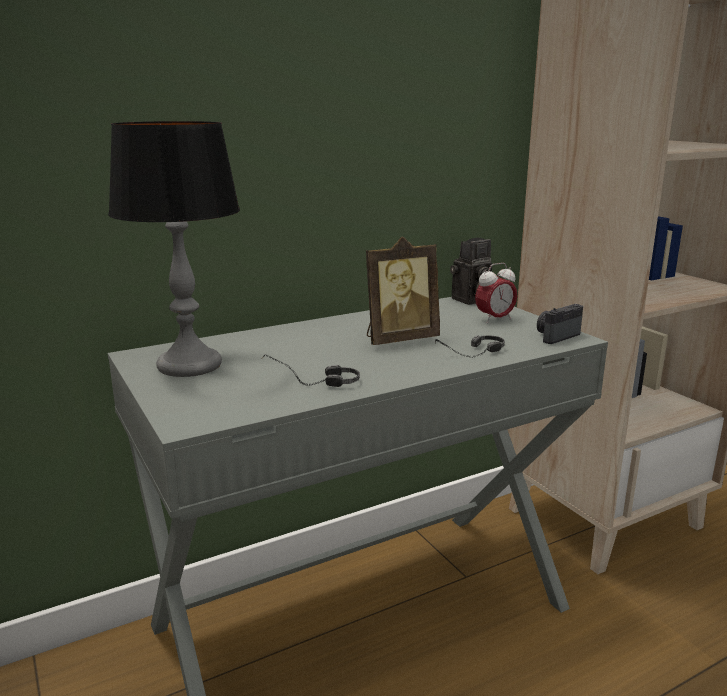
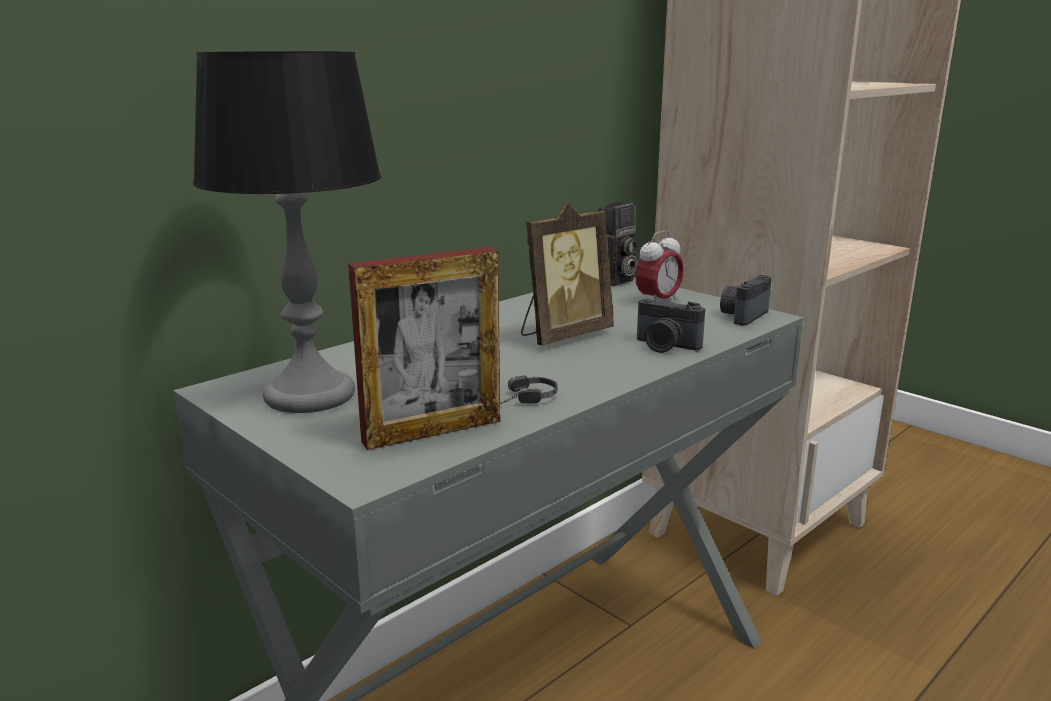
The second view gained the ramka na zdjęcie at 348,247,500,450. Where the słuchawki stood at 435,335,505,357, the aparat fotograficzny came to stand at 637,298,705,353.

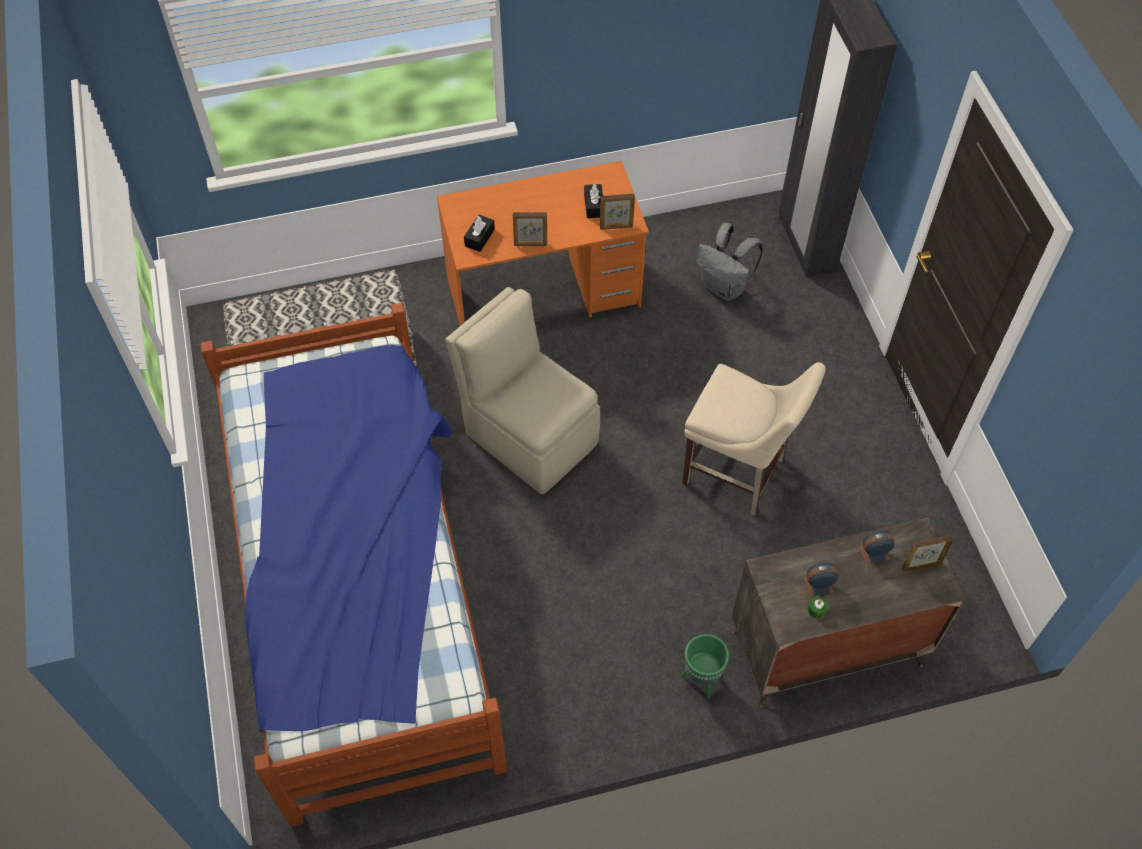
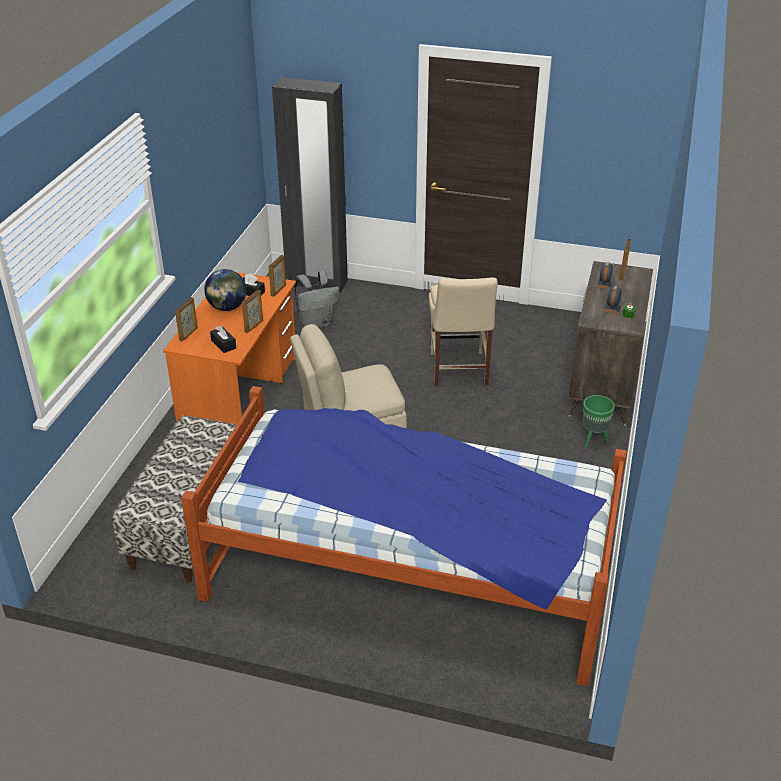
The second view gained the ramka na zdjęcie at 175,297,198,341. The second view gained the globus at 204,269,247,311. The krzesło [beżowy] at 682,362,826,515 ended up facing another way, 120 degrees clockwise from before.

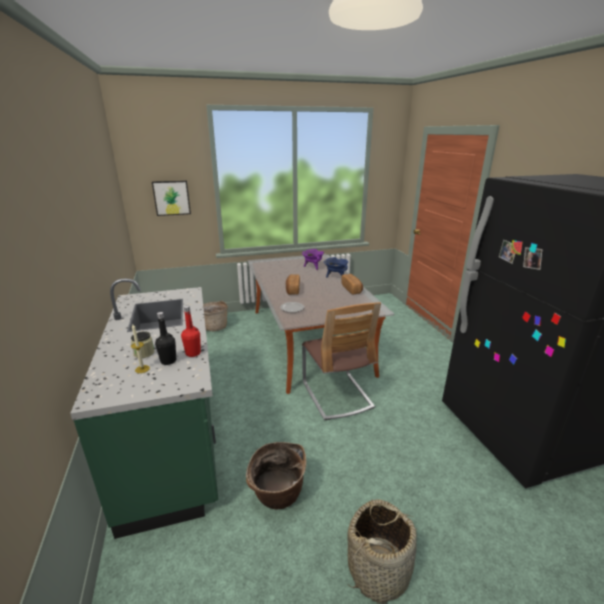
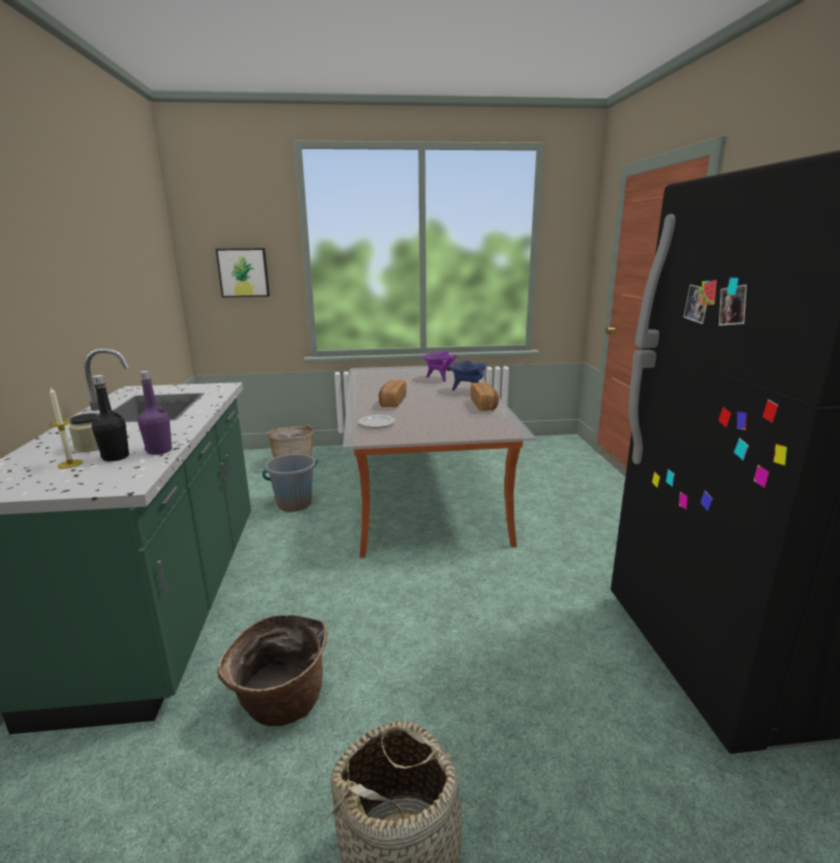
What was the butelka [czerwony] at 181,305,201,357 turned into the butelka [fioletowy] at 137,371,172,455. The second view gained the wiadro [szary] at 262,454,318,512. The second view lost the krzesło at 302,302,381,420.

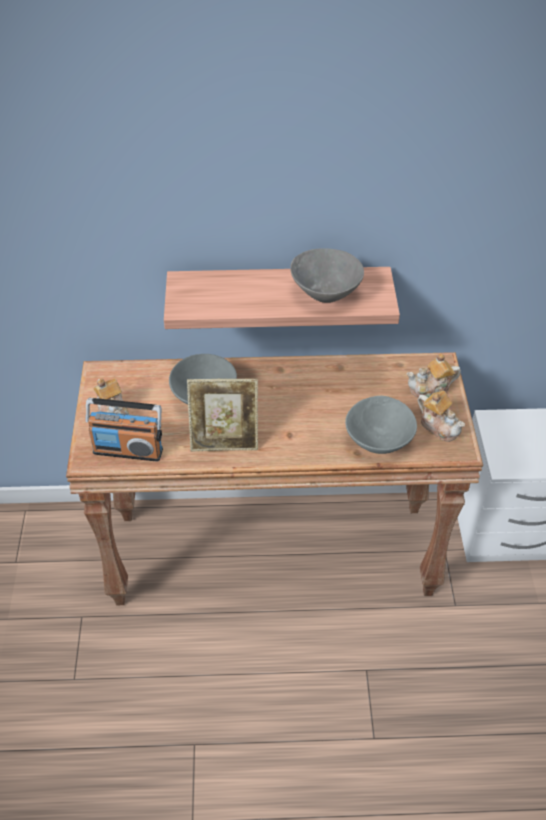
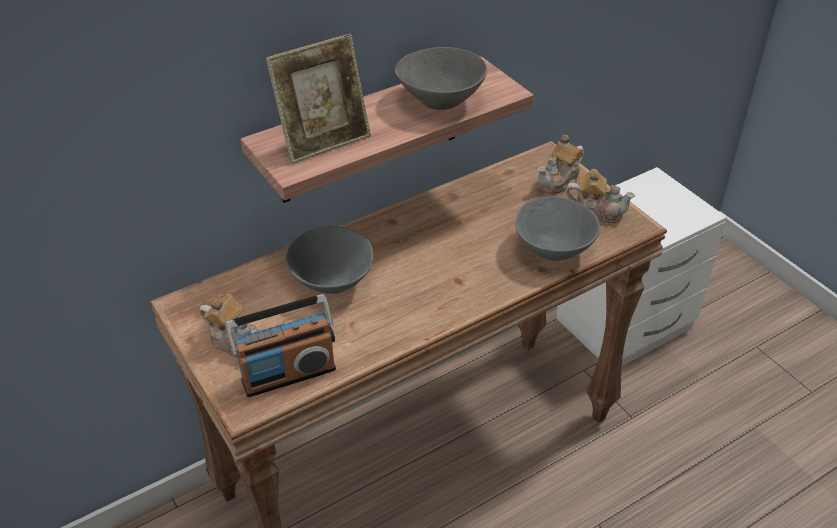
The ramka na zdjęcie ended up elsewhere, having gone from 187,379,258,451 to 266,34,371,164.

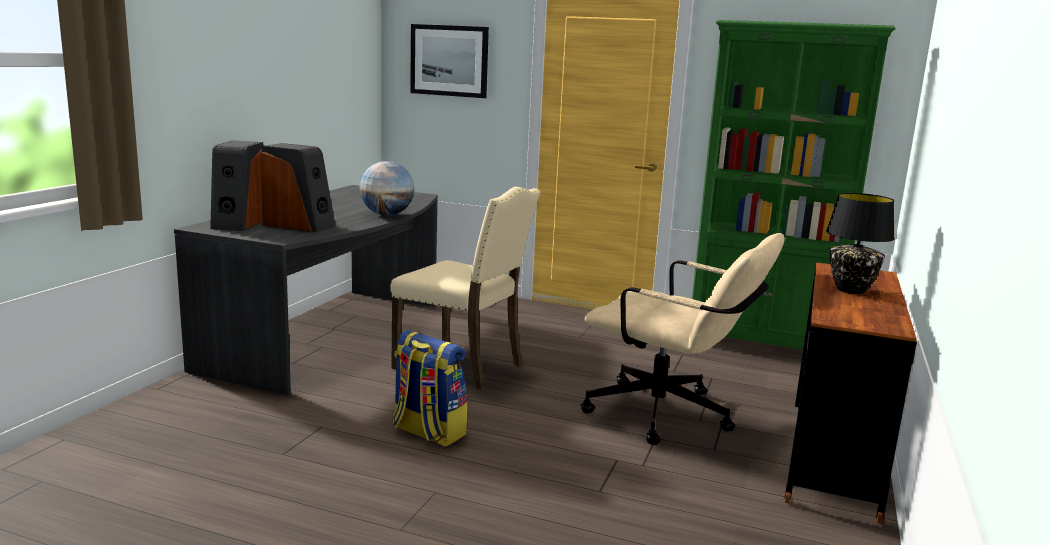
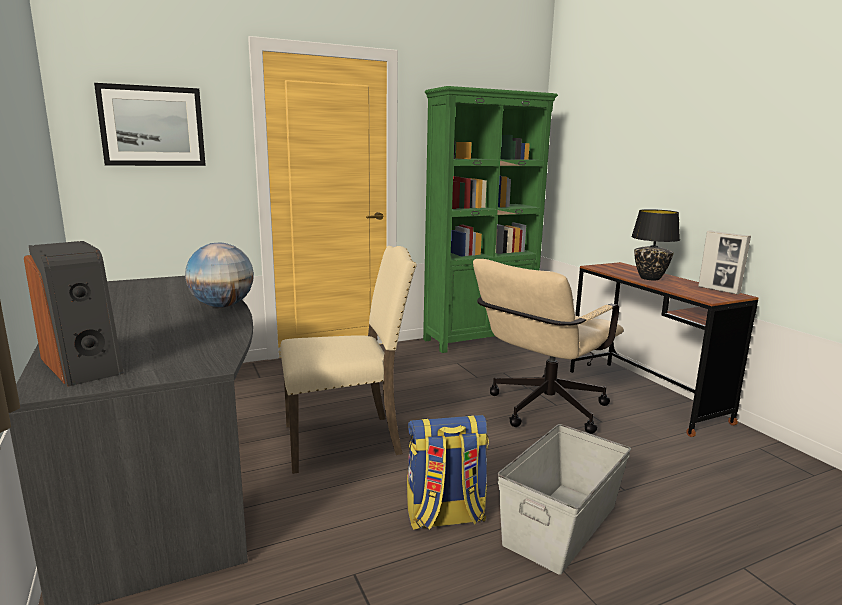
The krzesło biurowe [beżowy] at 581,233,784,445 ended up facing another way, 150 degrees clockwise from before. The second view gained the pojemnik do przechowywania [szary] at 498,424,631,575. The second view gained the ramka na zdjęcie at 698,230,751,295. The second view lost the głośnik at 260,143,335,232.

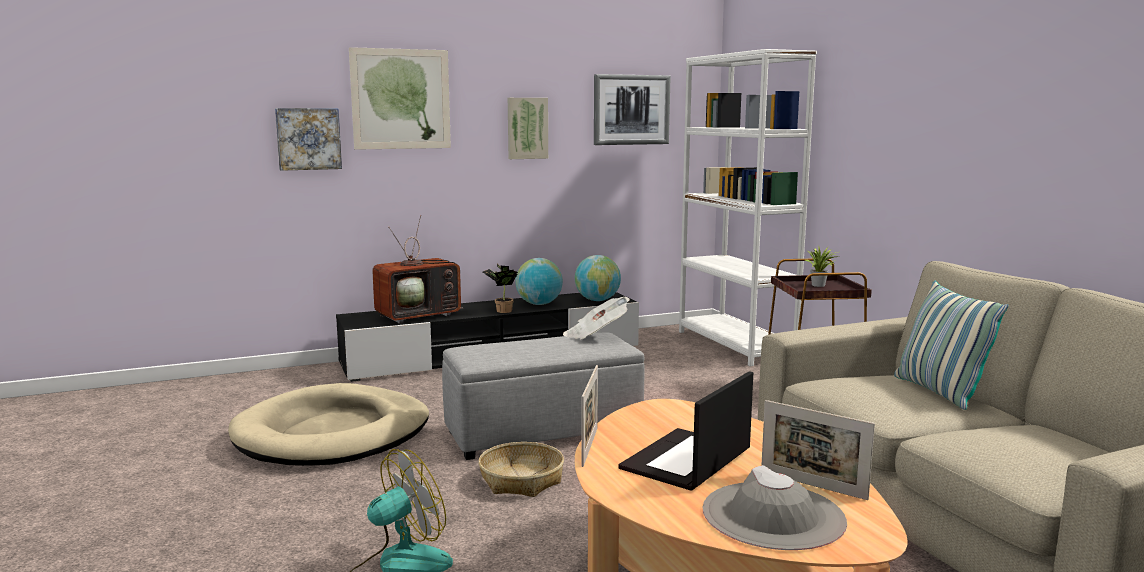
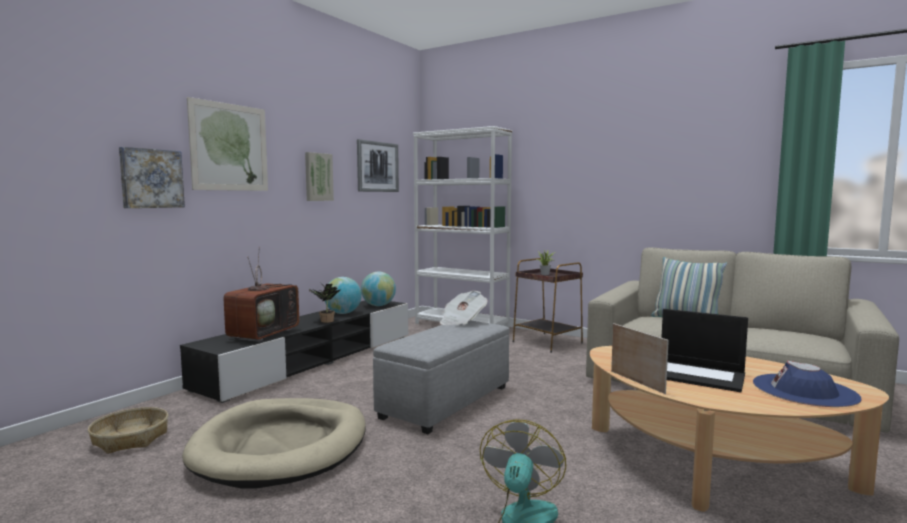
The koszyk ended up elsewhere, having gone from 478,442,564,497 to 88,407,168,454. The laptop at 618,371,753,491 ended up facing another way, 60 degrees counterclockwise from before. What was the kapelusz [szary] at 703,465,847,550 turned into the kapelusz [niebieski] at 753,360,862,407. The second view lost the ramka na zdjęcie at 761,400,875,500.

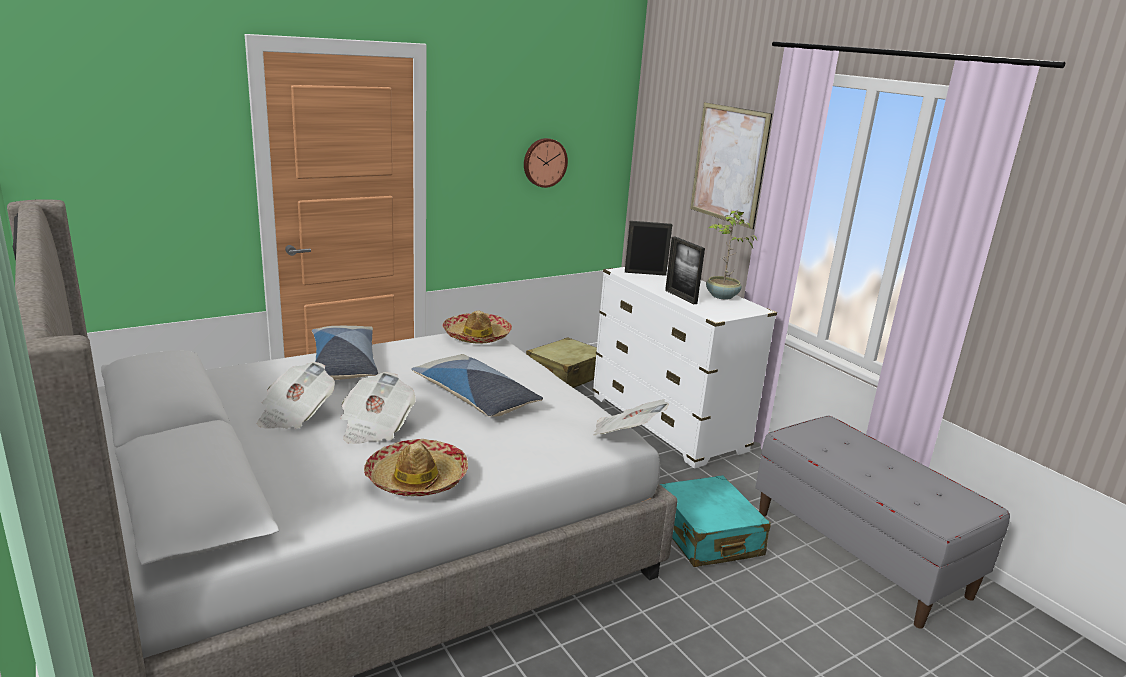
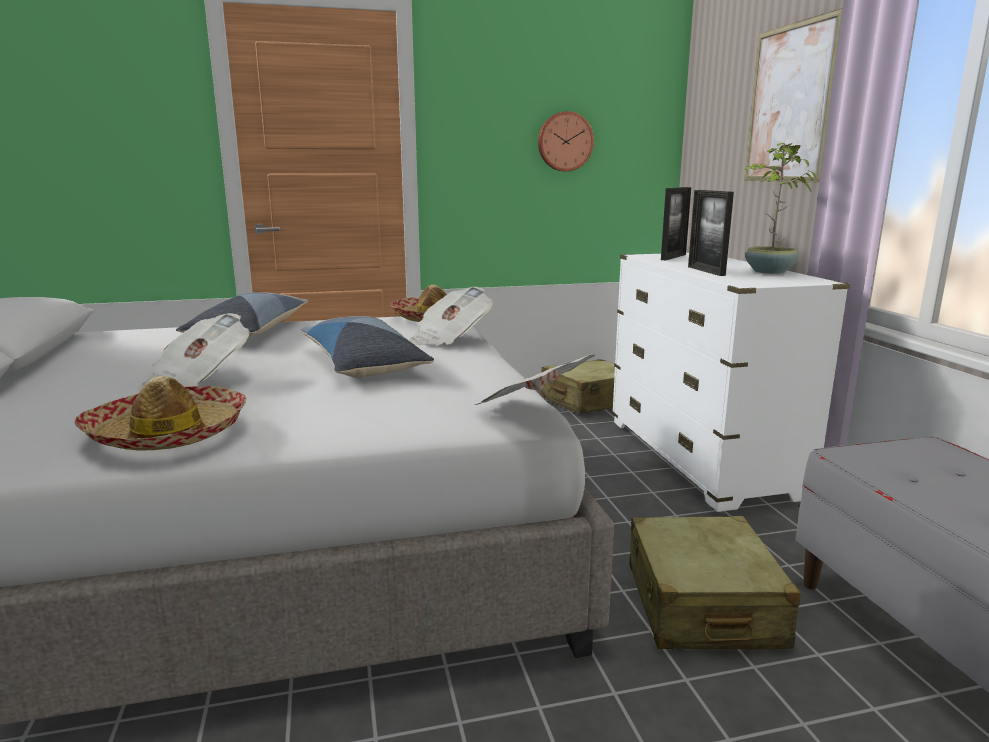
The gazeta ended up elsewhere, having gone from 257,362,335,429 to 409,287,493,345. What was the walizka [turkusowy] at 660,475,771,567 turned into the walizka [beżowy] at 629,516,801,649. The ramka na zdjęcie at 625,221,672,276 ended up facing another way, 105 degrees clockwise from before.

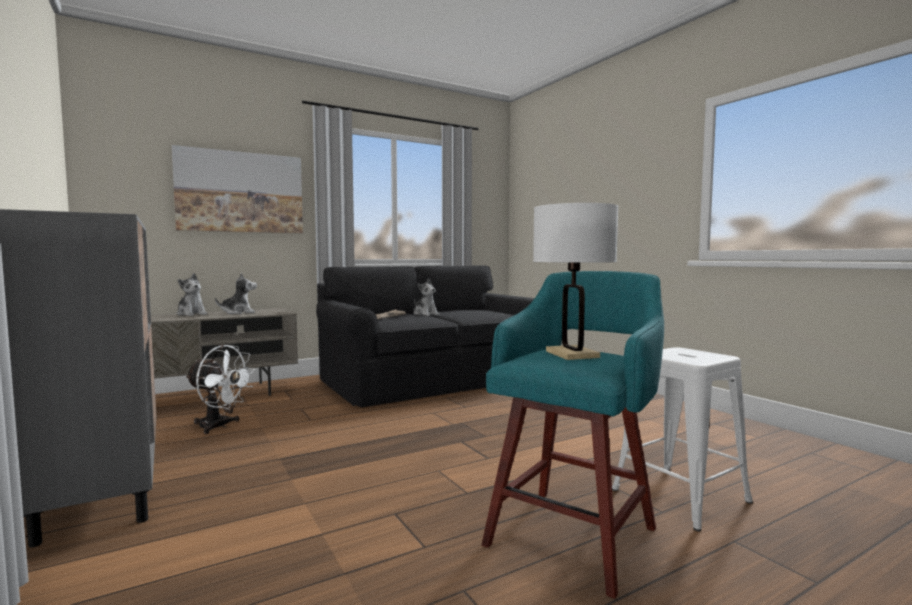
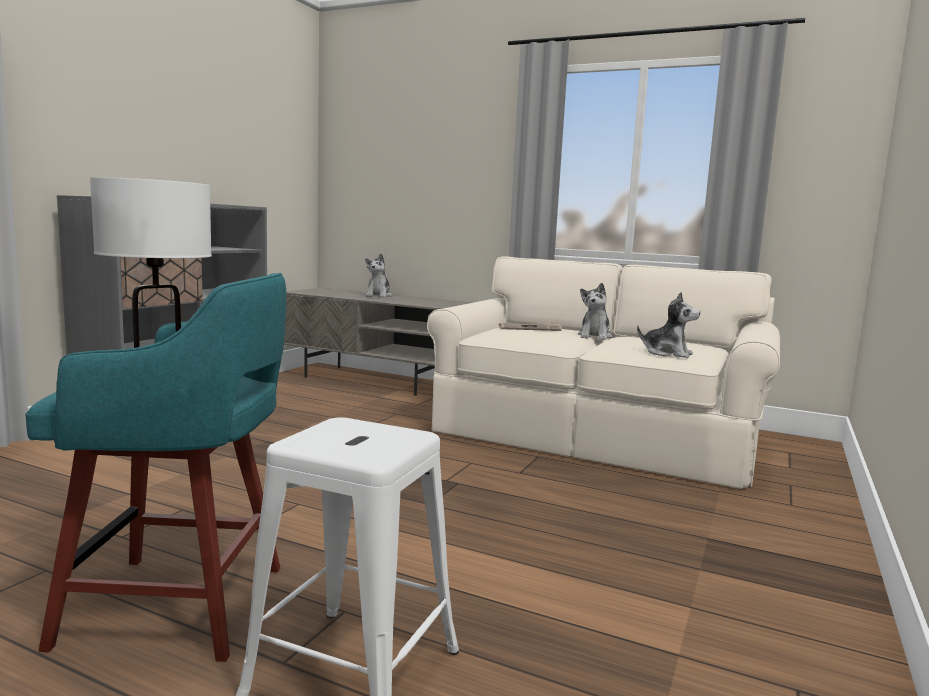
What was the kanapa [czarny] at 316,265,534,407 turned into the kanapa [beżowy] at 427,256,780,489. The pluszak ended up elsewhere, having gone from 215,273,257,314 to 637,292,700,358. The second view lost the obraz at 172,145,303,233. The second view lost the wentylator [biały] at 185,345,255,434.

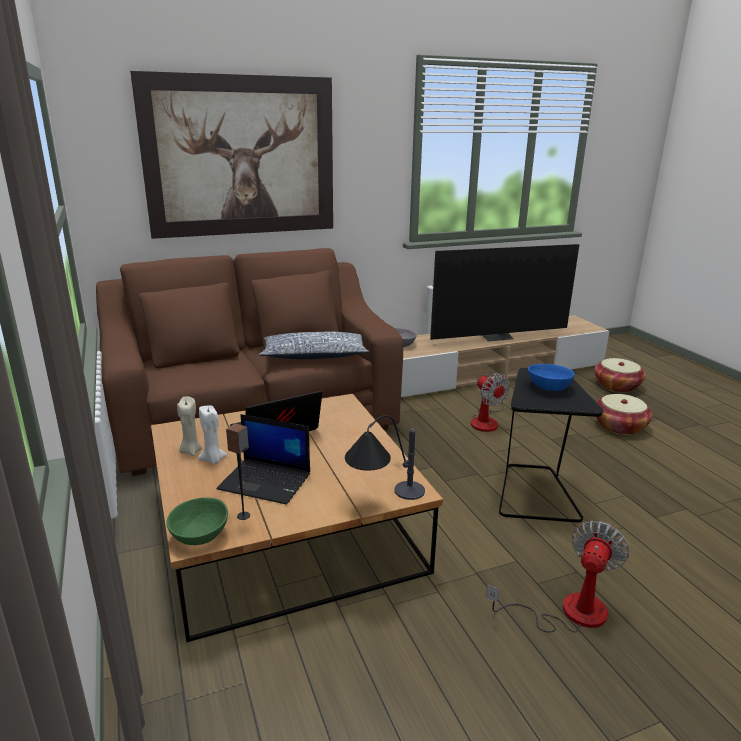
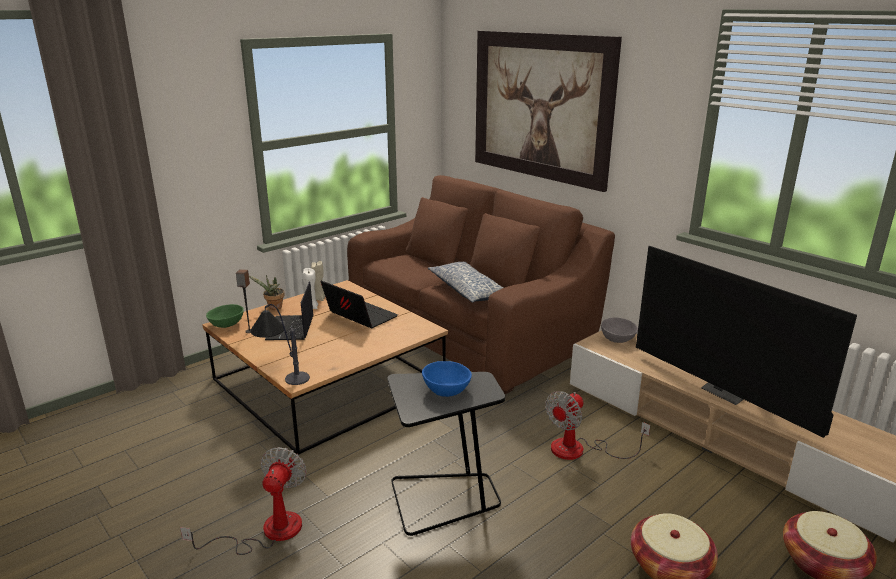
The wentylator at 486,521,630,632 ended up facing another way, 90 degrees counterclockwise from before. The second view gained the roślina doniczkowa at 249,275,285,310.

